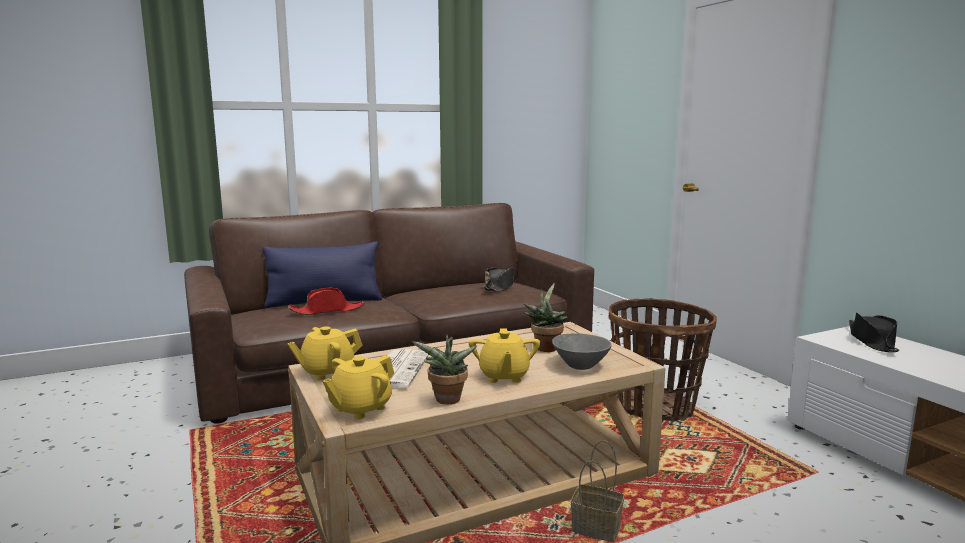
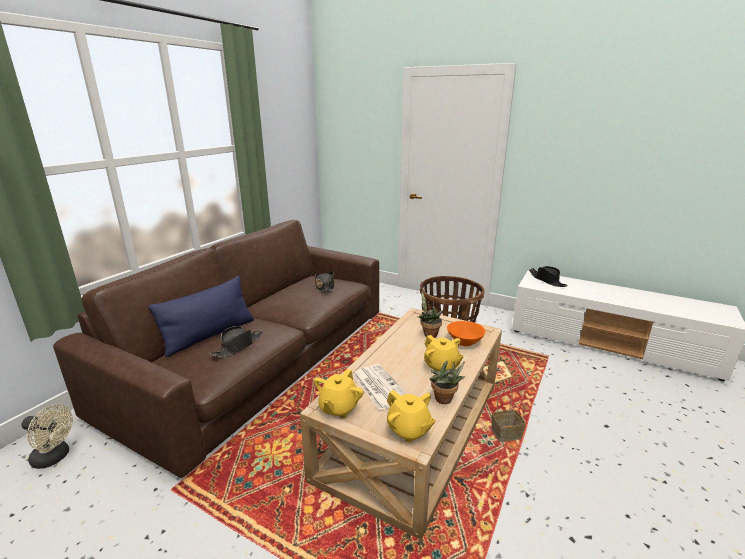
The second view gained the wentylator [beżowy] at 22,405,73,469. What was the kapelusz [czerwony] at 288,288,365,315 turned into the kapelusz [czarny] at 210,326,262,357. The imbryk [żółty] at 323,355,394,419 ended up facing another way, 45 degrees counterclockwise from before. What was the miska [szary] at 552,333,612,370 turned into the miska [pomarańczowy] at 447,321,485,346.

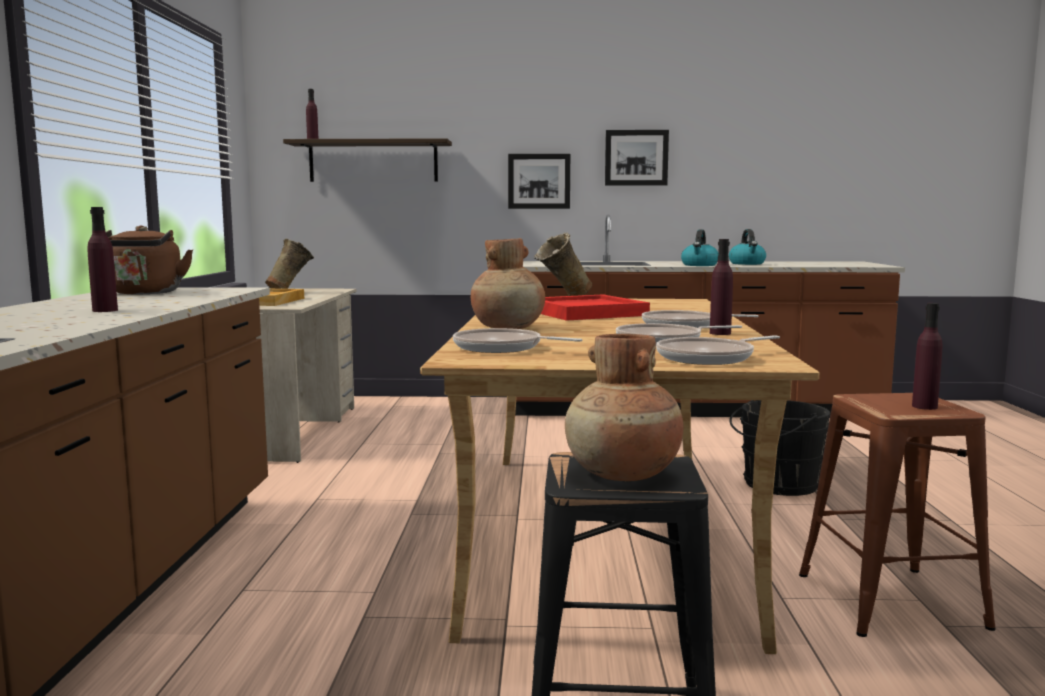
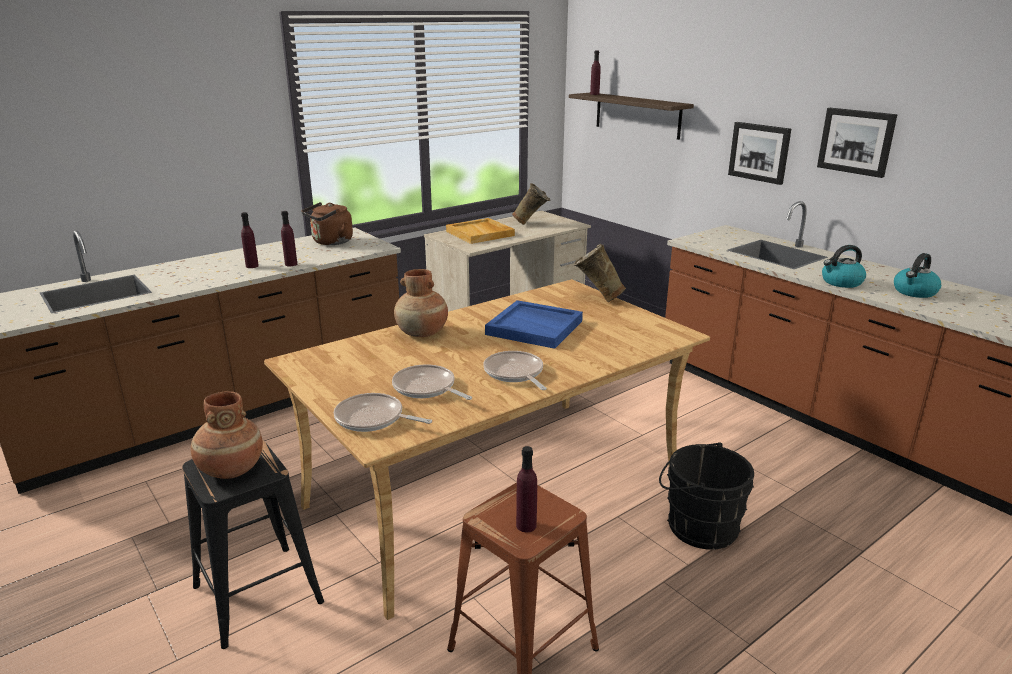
The butelka [fioletowy] ended up elsewhere, having gone from 710,239,733,335 to 281,211,297,266. What was the taca [czerwony] at 541,294,650,321 turned into the taca [niebieski] at 485,300,583,349. The second view lost the patelnia at 453,328,583,353.

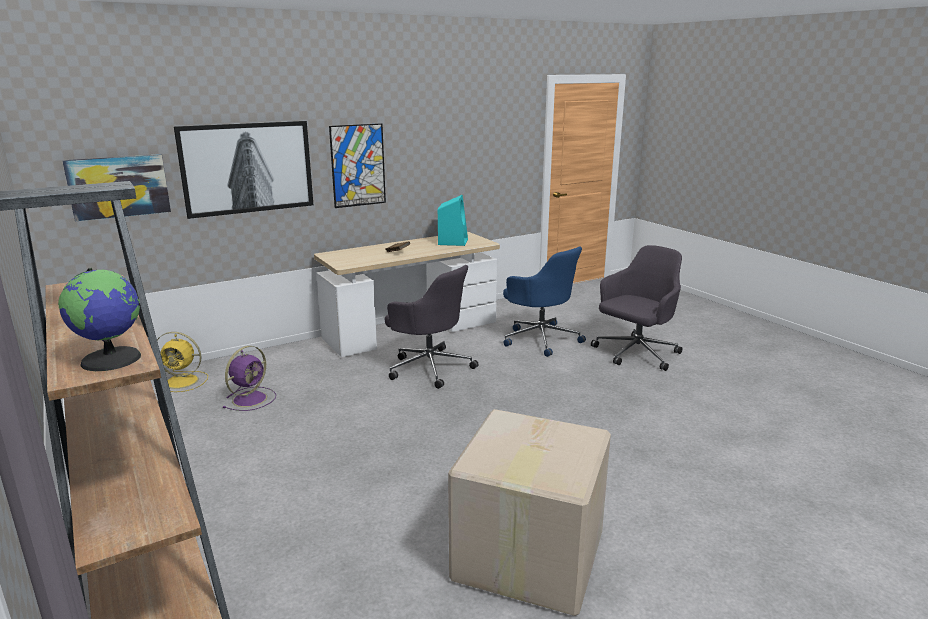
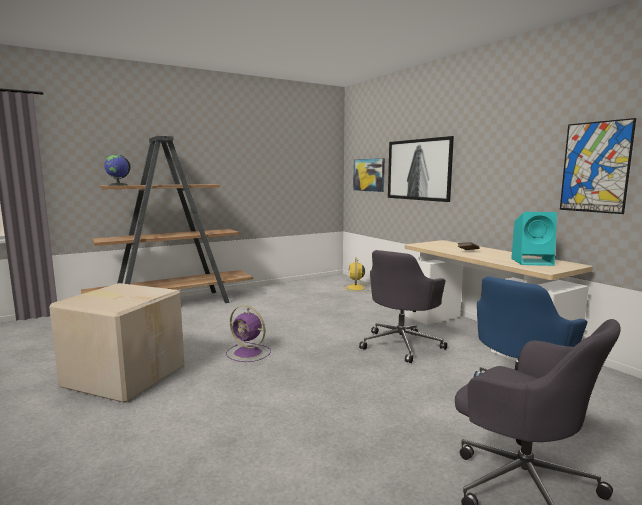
The wentylator [fioletowy] ended up elsewhere, having gone from 223,346,276,411 to 226,305,271,362. The obraz ended up elsewhere, having gone from 329,123,386,208 to 560,118,636,214.

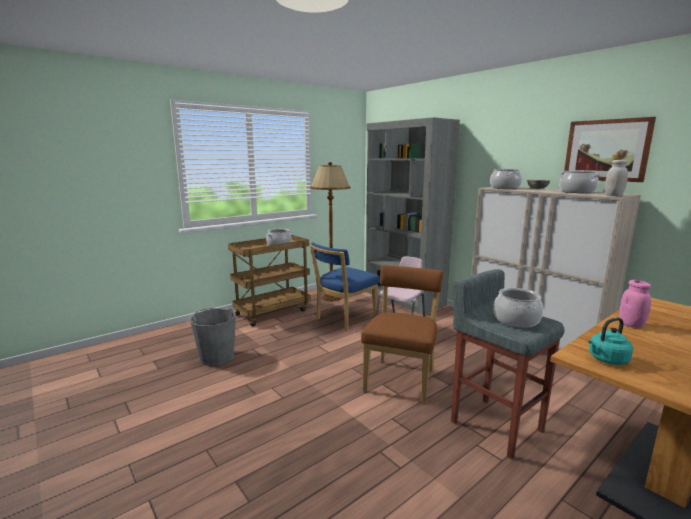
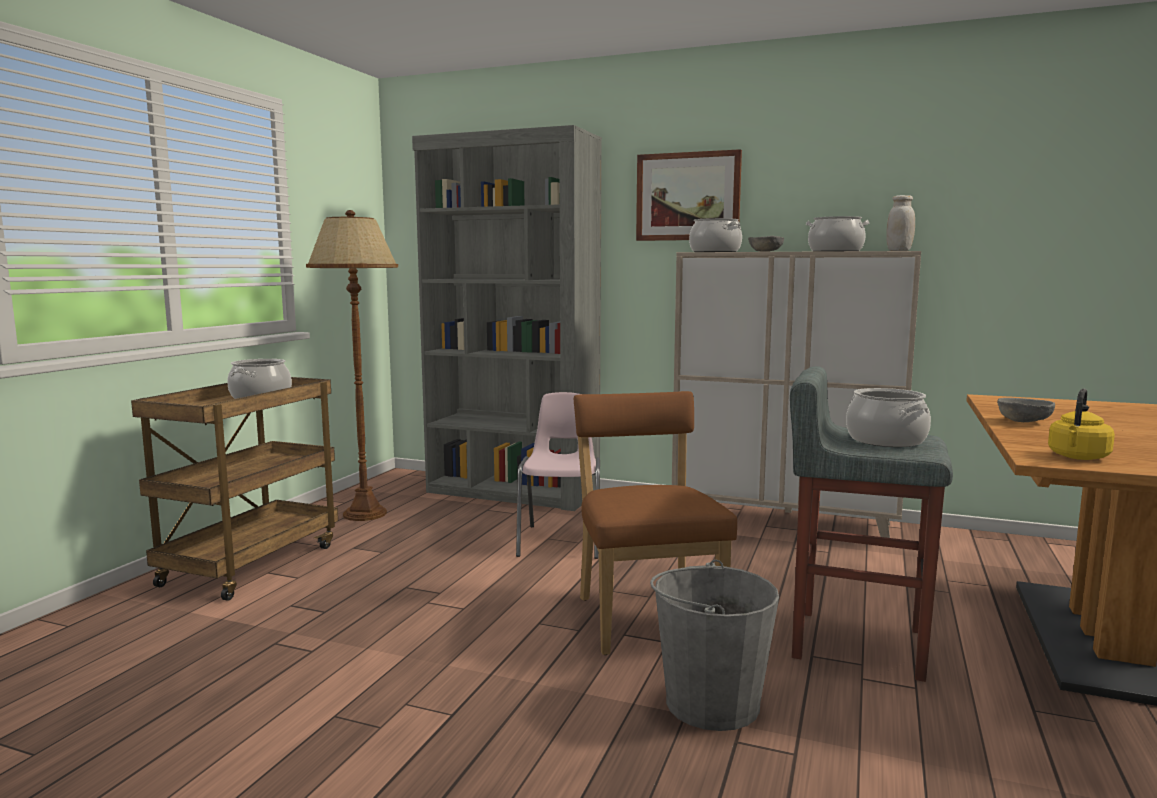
The obraz ended up elsewhere, having gone from 564,117,656,182 to 636,149,742,241. The wiadro [szary] ended up elsewhere, having gone from 190,308,236,366 to 650,560,779,731. Where the słoik [różowy] stood at 619,280,651,328, the miska [szary] came to stand at 997,398,1055,422. What was the czajnik [turkusowy] at 589,318,633,365 turned into the czajnik [żółty] at 1048,389,1115,460. The second view lost the krzesło [niebieski] at 310,242,379,331.

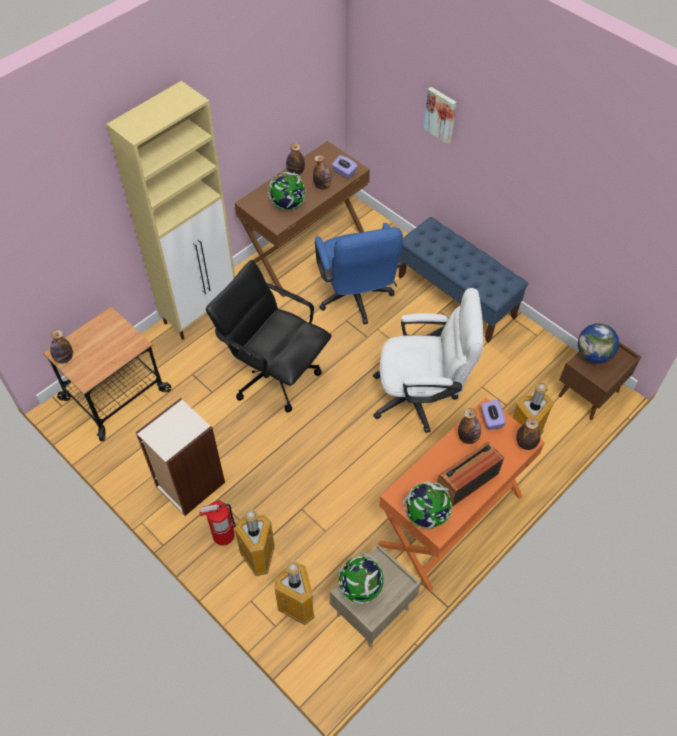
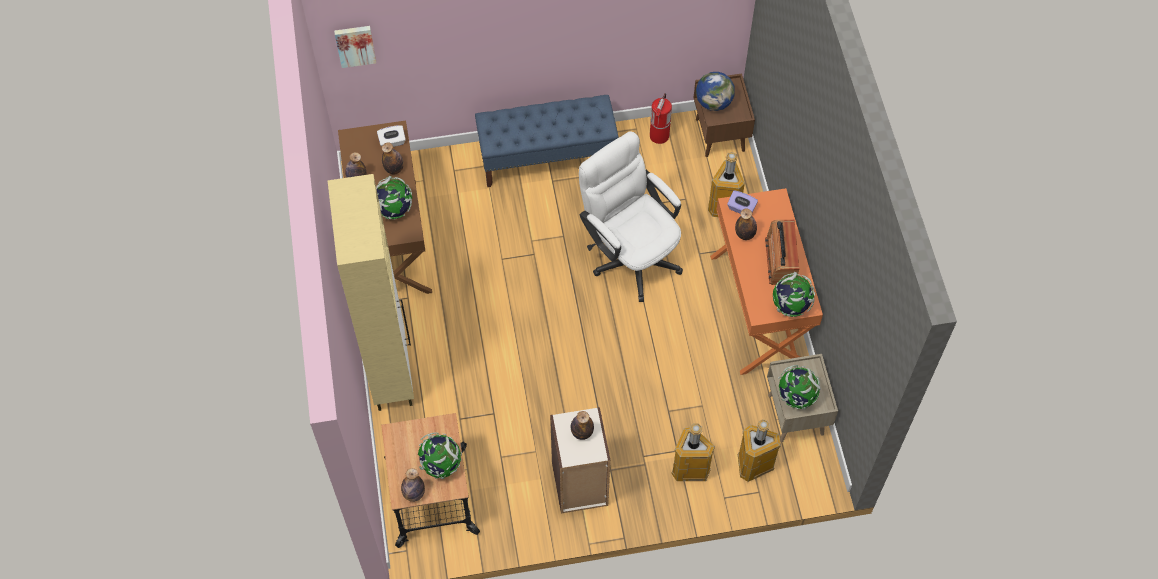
The obraz ended up elsewhere, having gone from 424,87,456,144 to 334,26,376,68. What was the pudełko chusteczek [fioletowy] at 332,155,358,179 turned into the pudełko chusteczek [biały] at 377,125,406,147. The second view gained the globus at 418,432,462,479. The butelka ended up elsewhere, having gone from 516,417,541,450 to 571,411,594,440. The krzesło biurowe [biały] at 373,288,484,433 ended up facing another way, 75 degrees counterclockwise from before. The gaśnica ended up elsewhere, having gone from 200,501,236,545 to 650,93,672,144. The second view lost the krzesło biurowe [czarny] at 206,260,332,413. The second view lost the krzesło biurowe [niebieski] at 315,223,403,324.

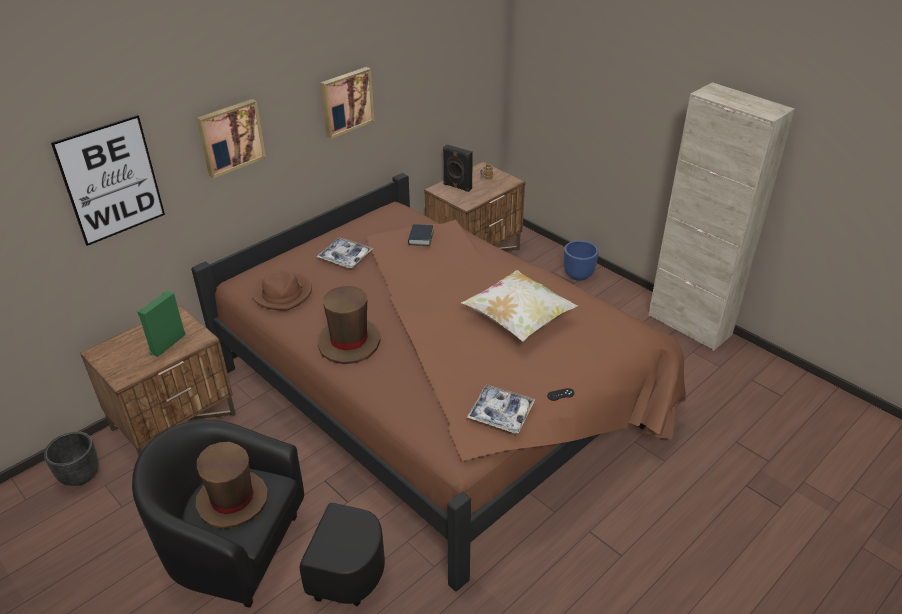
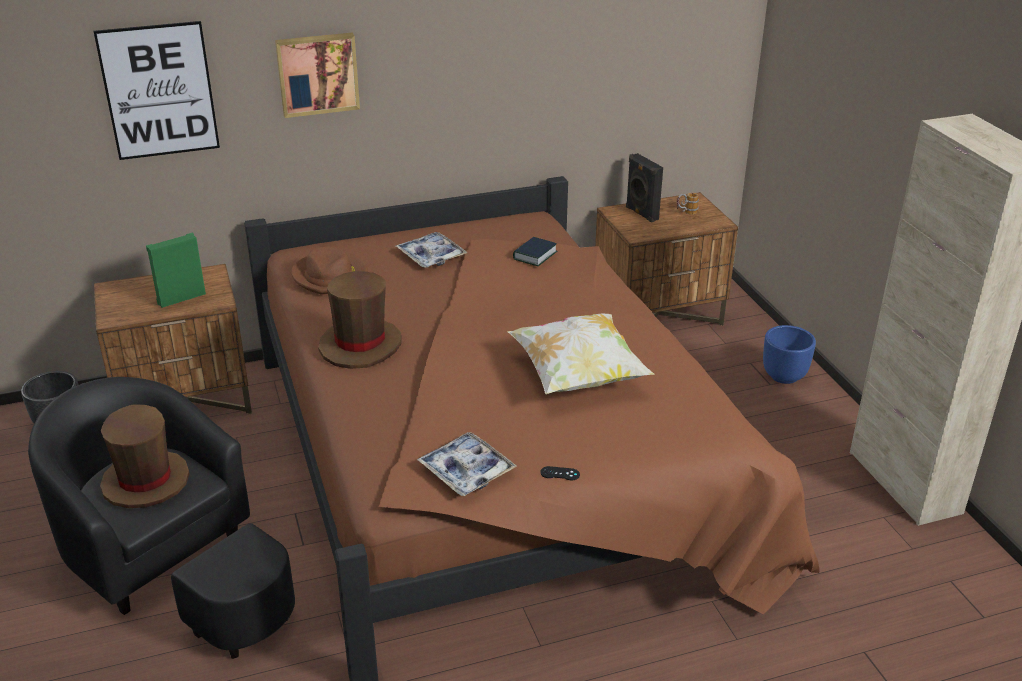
The second view lost the obraz at 321,67,375,139.

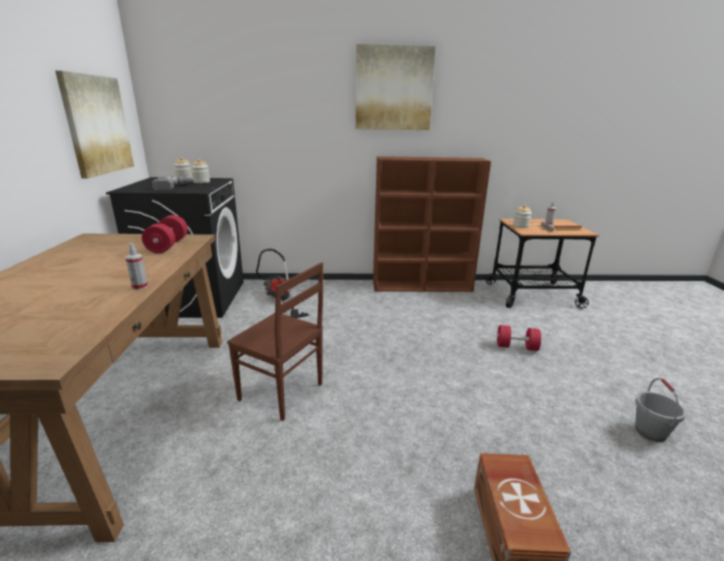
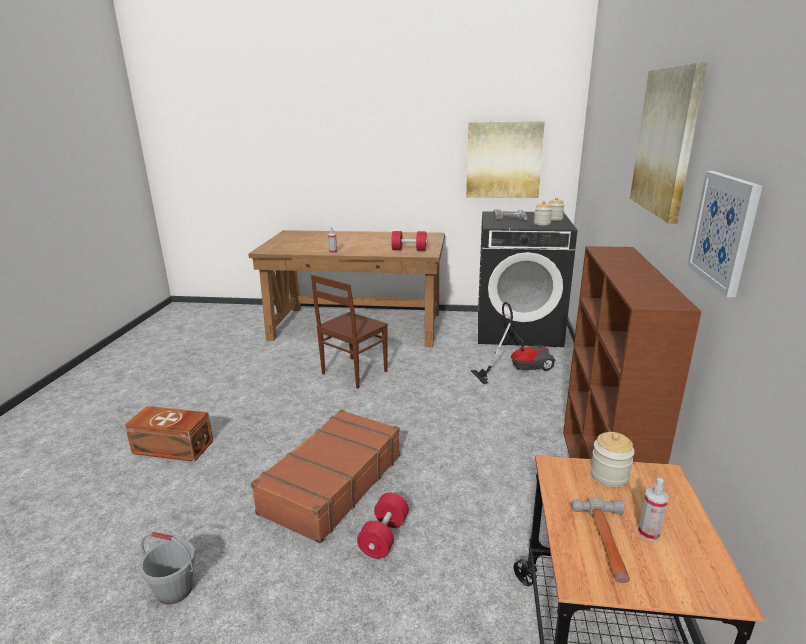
The second view gained the walizka [brązowy] at 251,409,400,544. The second view gained the obraz at 687,171,762,297.

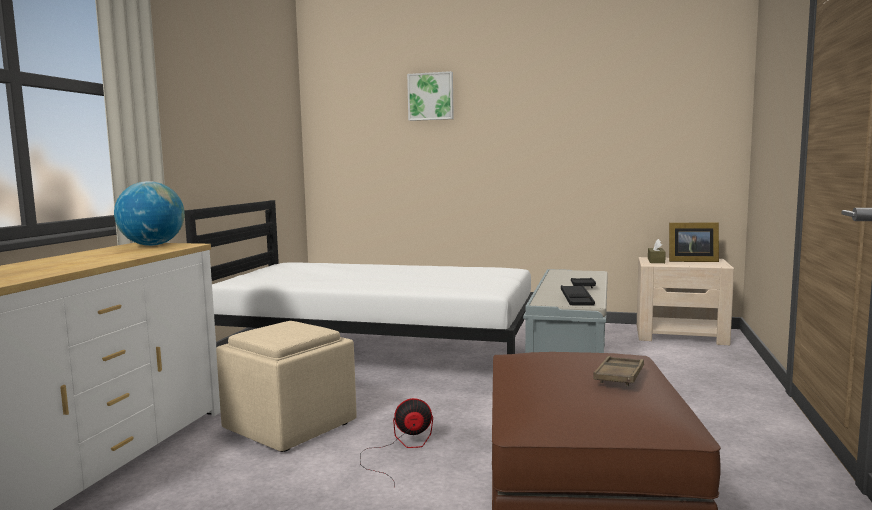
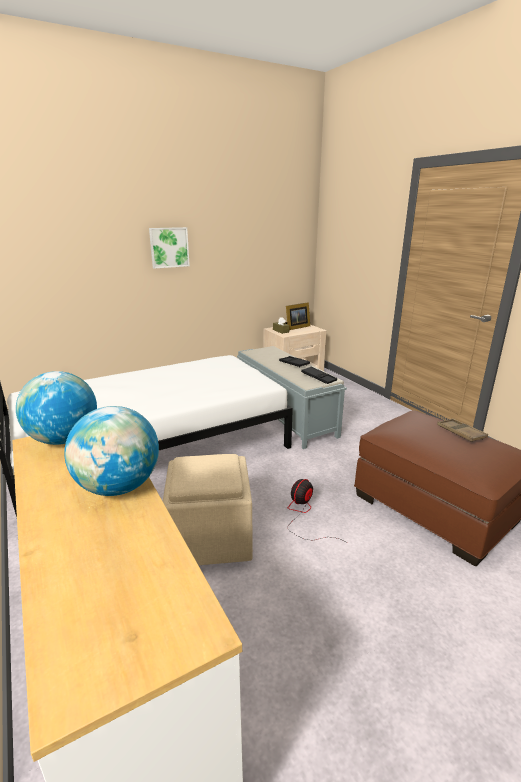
The second view gained the globus at 64,406,159,496. The obraz ended up elsewhere, having gone from 407,71,454,121 to 149,227,190,269.

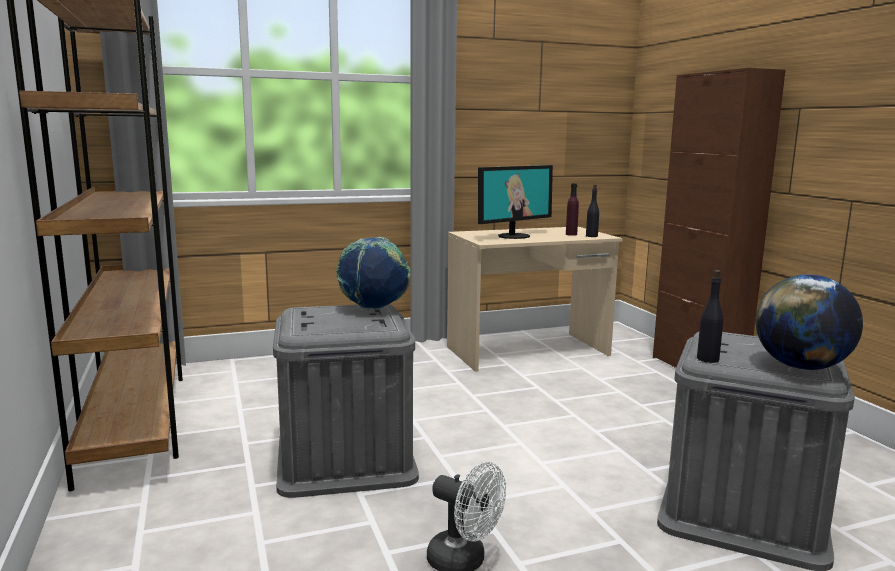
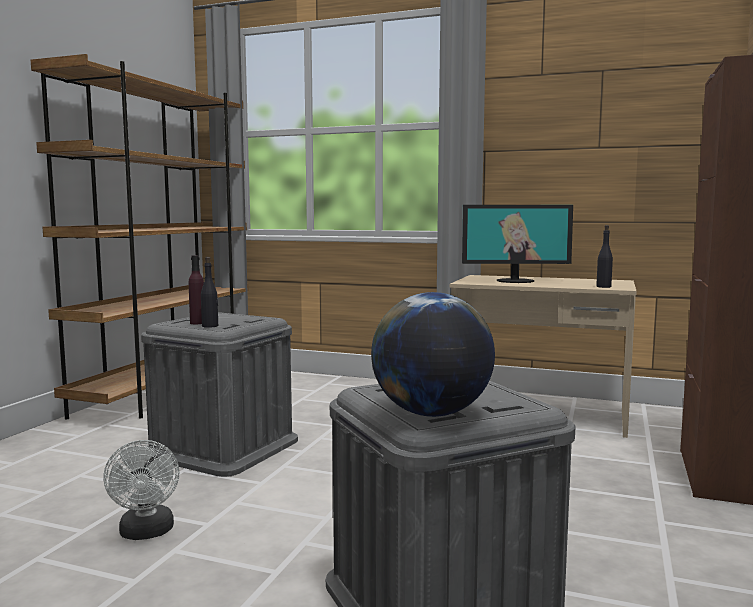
The butelka [fioletowy] ended up elsewhere, having gone from 566,183,579,236 to 189,255,204,324. The butelka [czarny] ended up elsewhere, having gone from 697,270,724,363 to 201,257,218,328. The second view lost the globus at 336,237,410,310.

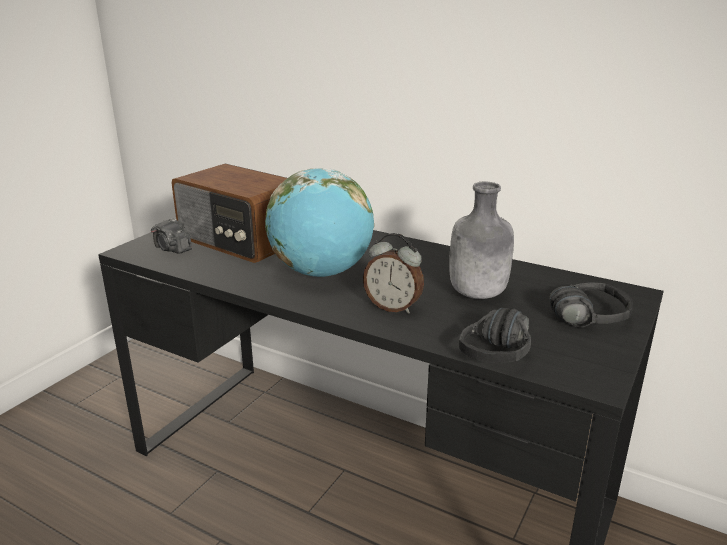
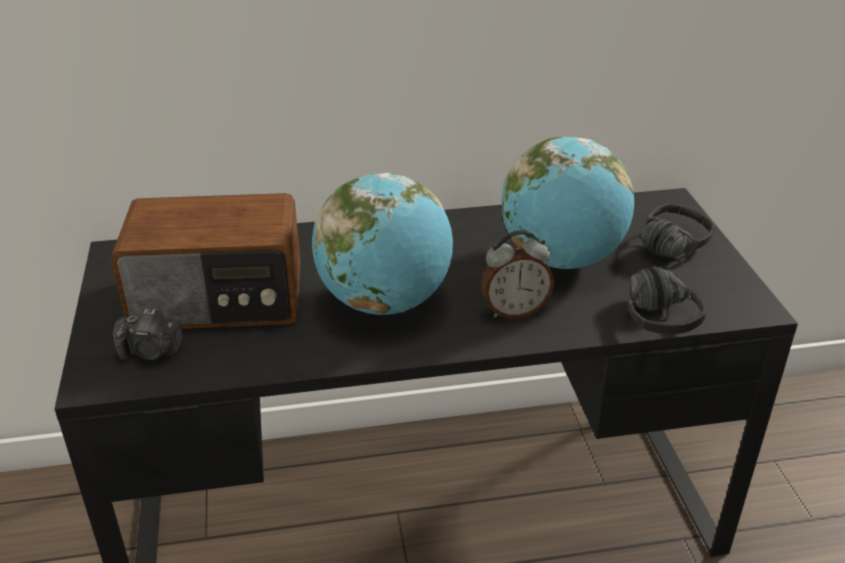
Where the butelka [szary] stood at 449,181,514,299, the globus came to stand at 501,136,634,269.

